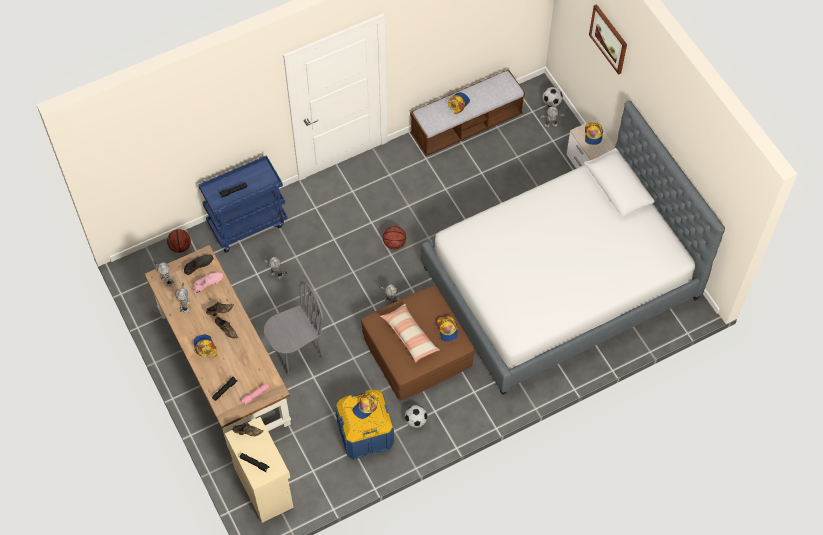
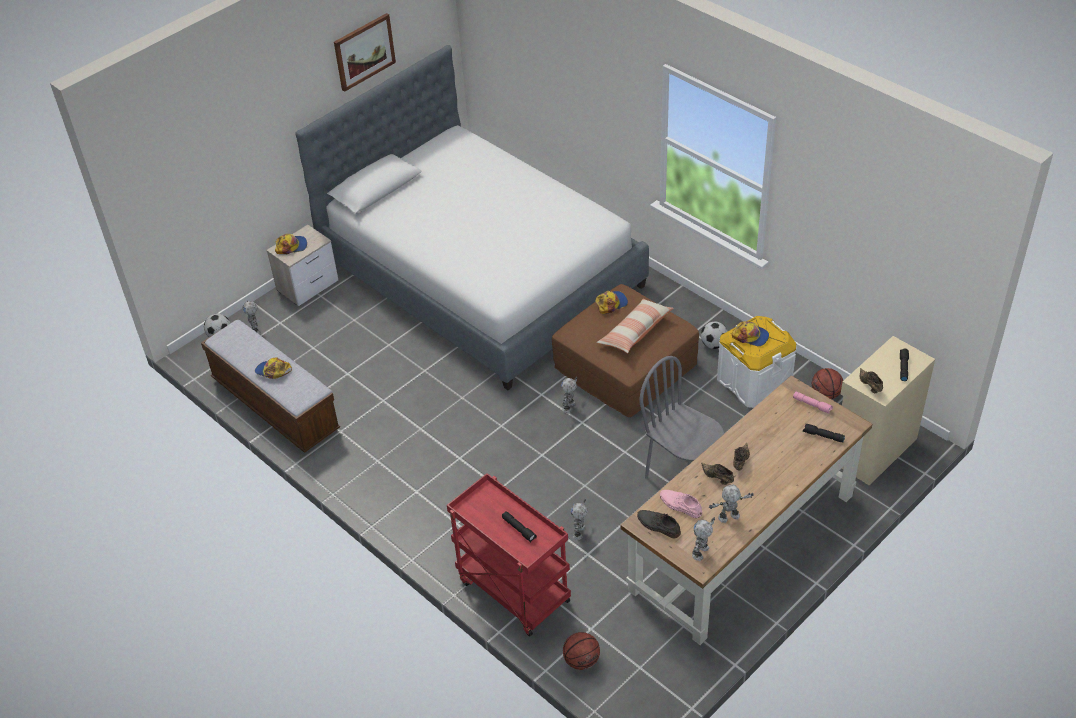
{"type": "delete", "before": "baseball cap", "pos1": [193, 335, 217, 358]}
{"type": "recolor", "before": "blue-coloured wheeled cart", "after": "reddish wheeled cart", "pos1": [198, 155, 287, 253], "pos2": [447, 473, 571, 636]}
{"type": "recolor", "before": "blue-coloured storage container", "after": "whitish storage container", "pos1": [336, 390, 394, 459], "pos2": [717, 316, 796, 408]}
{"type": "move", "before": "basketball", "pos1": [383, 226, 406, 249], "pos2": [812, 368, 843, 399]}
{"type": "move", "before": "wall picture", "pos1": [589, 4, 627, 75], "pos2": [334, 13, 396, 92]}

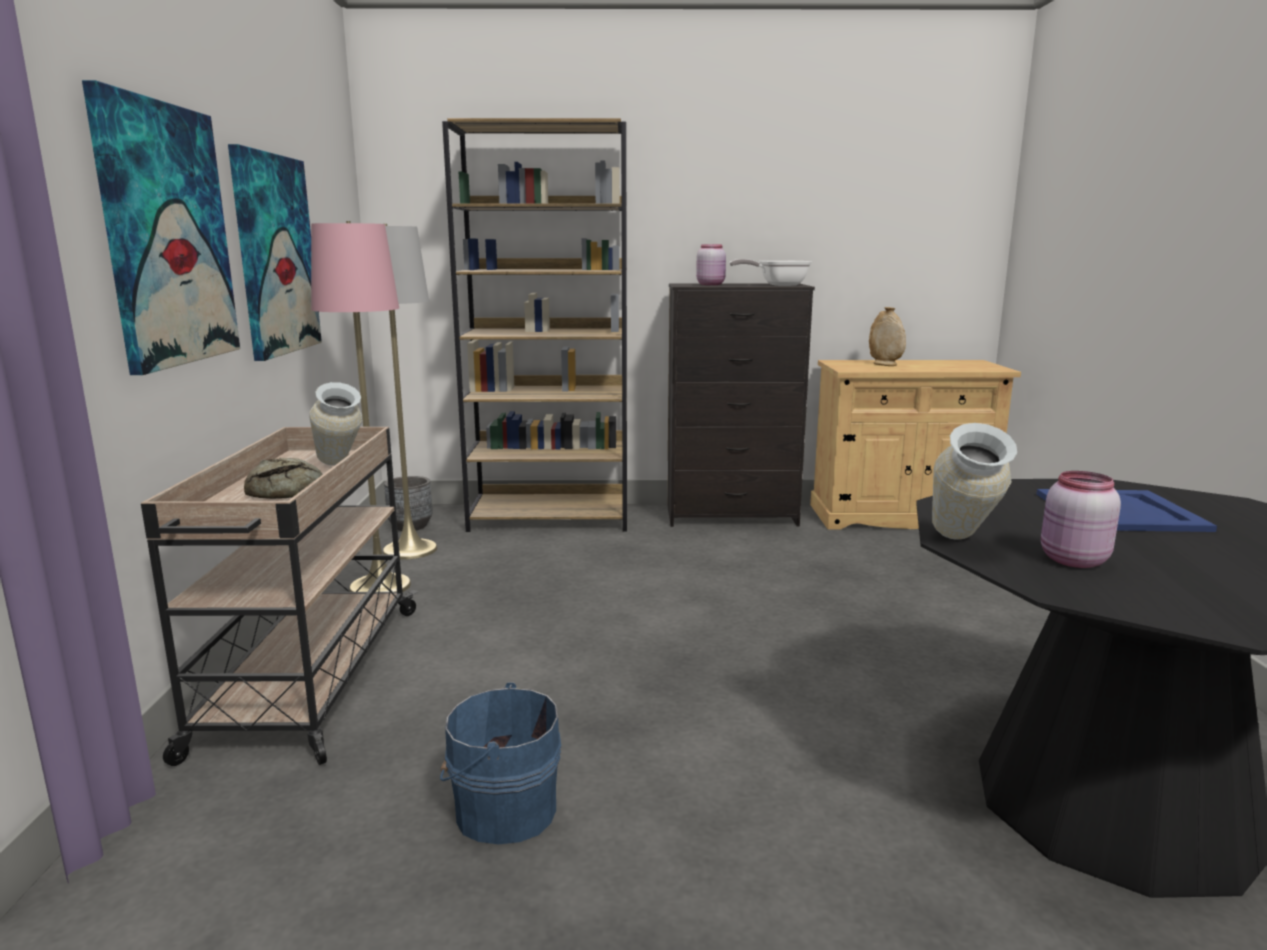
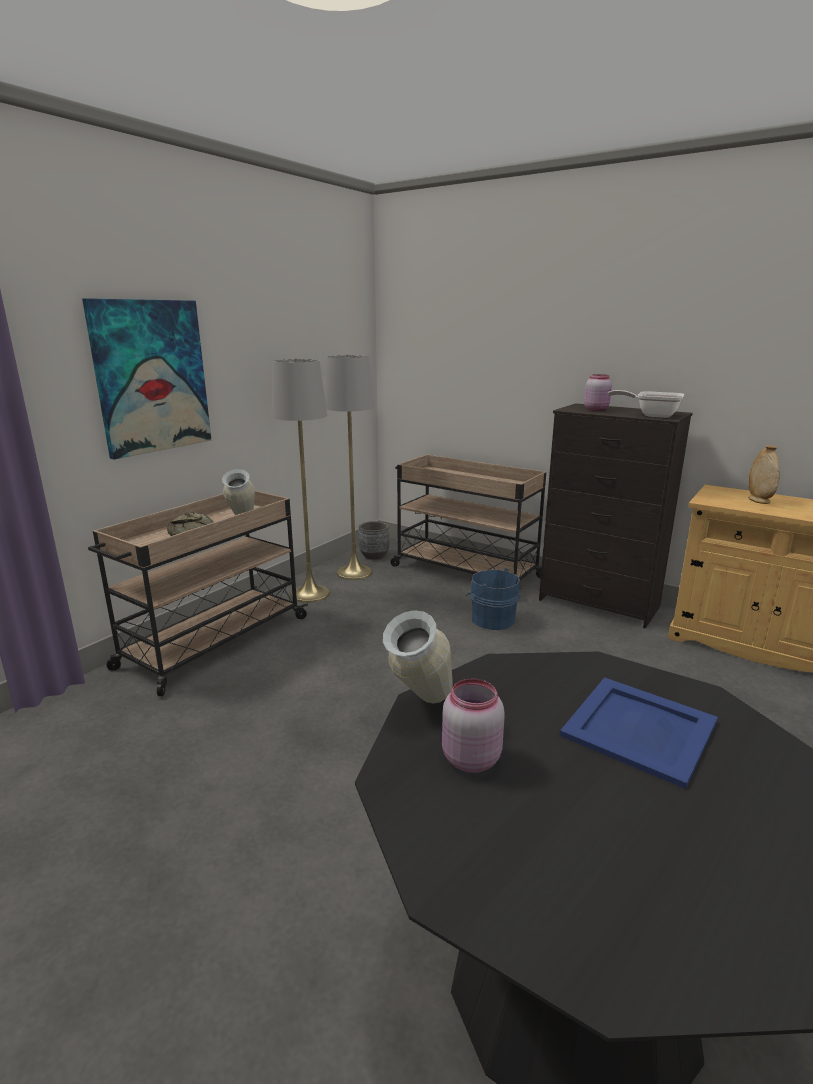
{"type": "delete", "before": "wall picture", "pos1": [228, 144, 322, 361]}
{"type": "recolor", "before": "pink standard lamp", "after": "greyish standard lamp", "pos1": [311, 221, 411, 592], "pos2": [272, 359, 330, 603]}
{"type": "move", "before": "blue-coloured bucket", "pos1": [440, 682, 561, 844], "pos2": [466, 568, 520, 630]}
{"type": "replace", "before": "brown-coloured shelving unit", "after": "beige-coloured wheeled cart", "pos1": [442, 118, 627, 532], "pos2": [390, 454, 546, 589]}

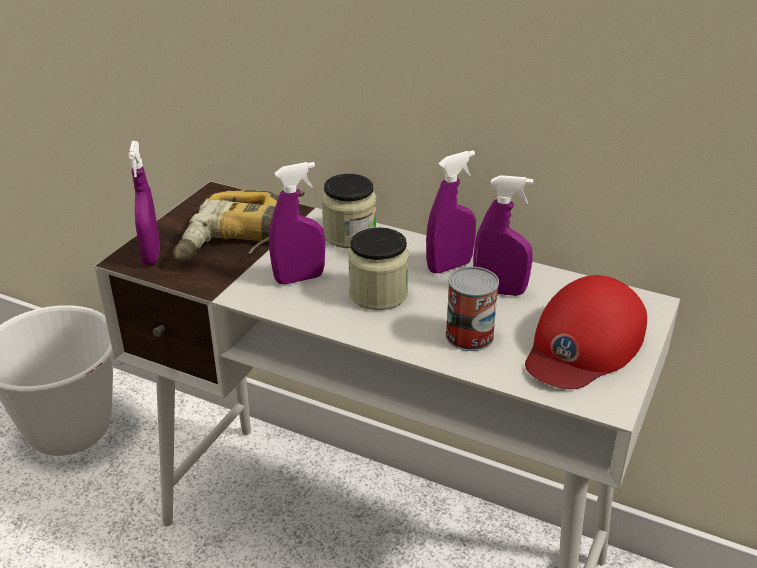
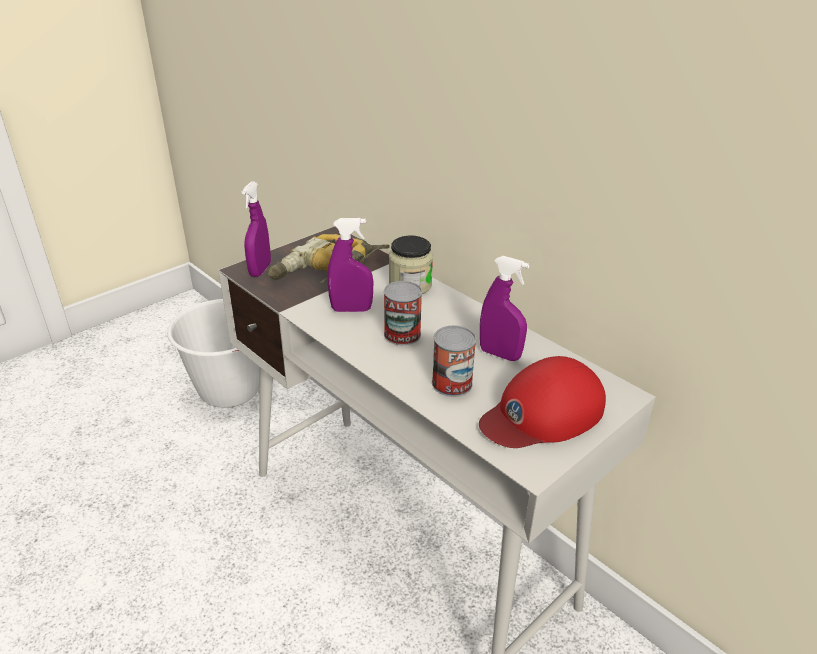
{"type": "replace", "before": "preserve jar", "after": "sealed can", "pos1": [348, 227, 409, 310], "pos2": [384, 281, 422, 345]}
{"type": "delete", "before": "purplish sprayer", "pos1": [426, 150, 476, 273]}

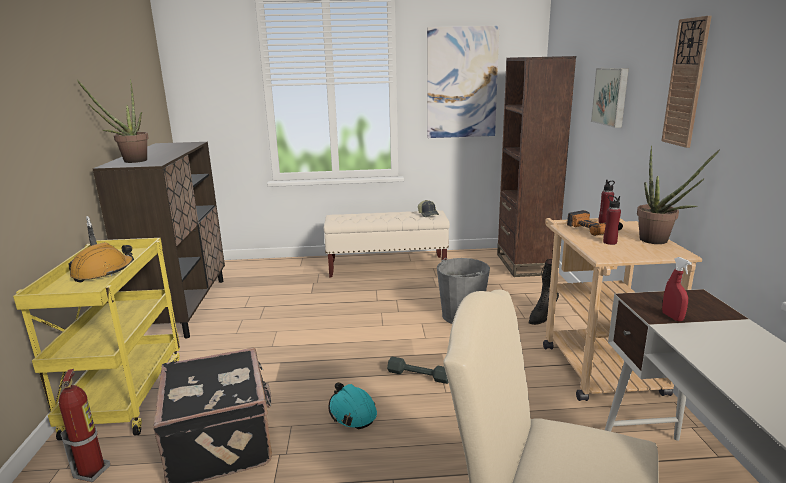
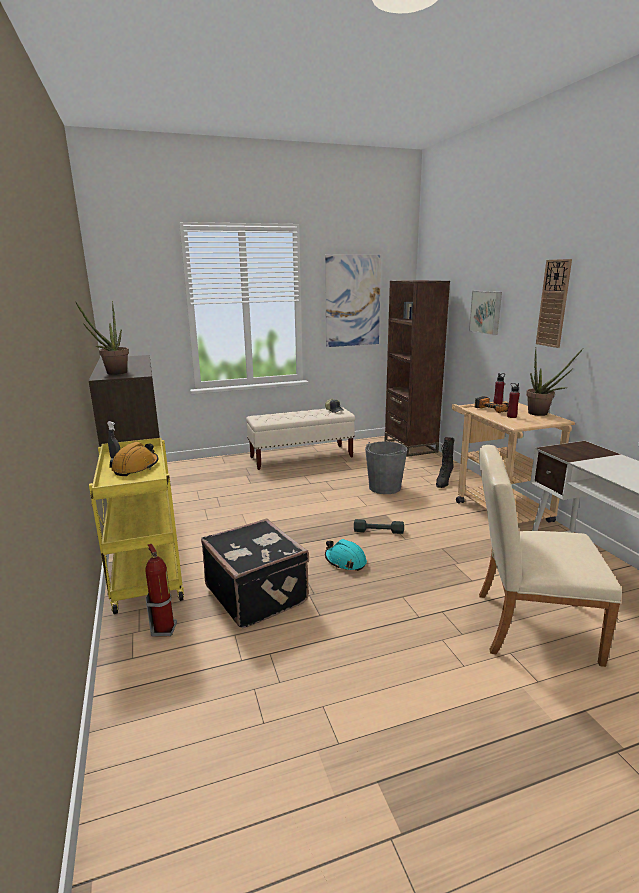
{"type": "delete", "before": "reddish sprayer", "pos1": [662, 257, 692, 321]}

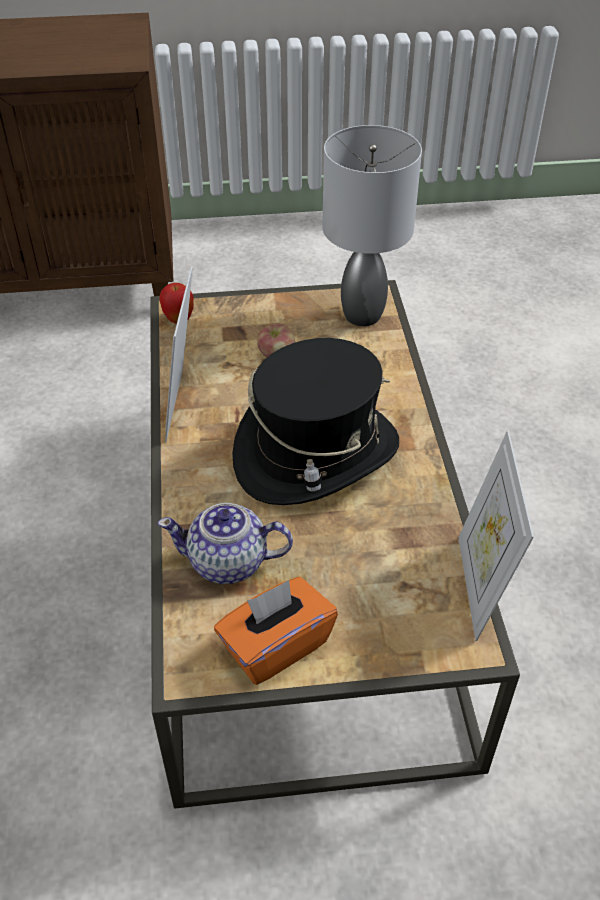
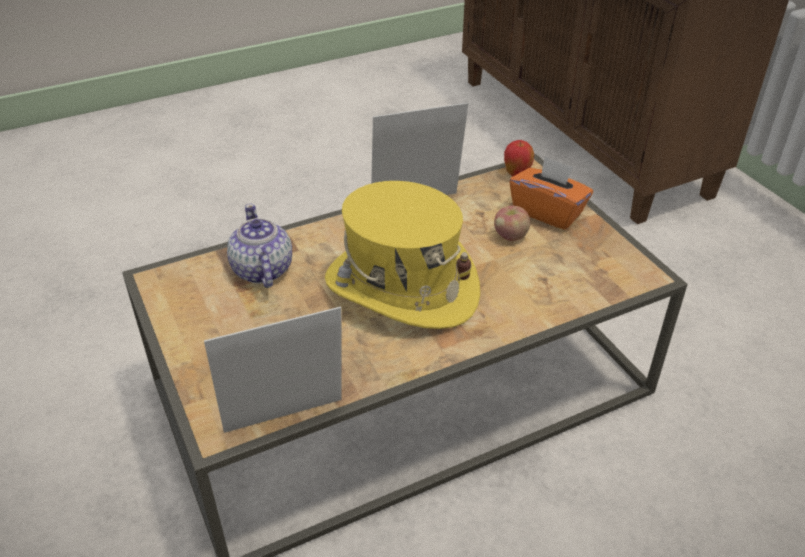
{"type": "move", "before": "orange-coloured tissue holder", "pos1": [214, 577, 338, 685], "pos2": [510, 156, 593, 230]}
{"type": "recolor", "before": "black-coloured wearable hat", "after": "yellow-coloured wearable hat", "pos1": [232, 338, 399, 505], "pos2": [325, 181, 480, 329]}
{"type": "delete", "before": "greyish tabletop lamp", "pos1": [322, 125, 422, 326]}

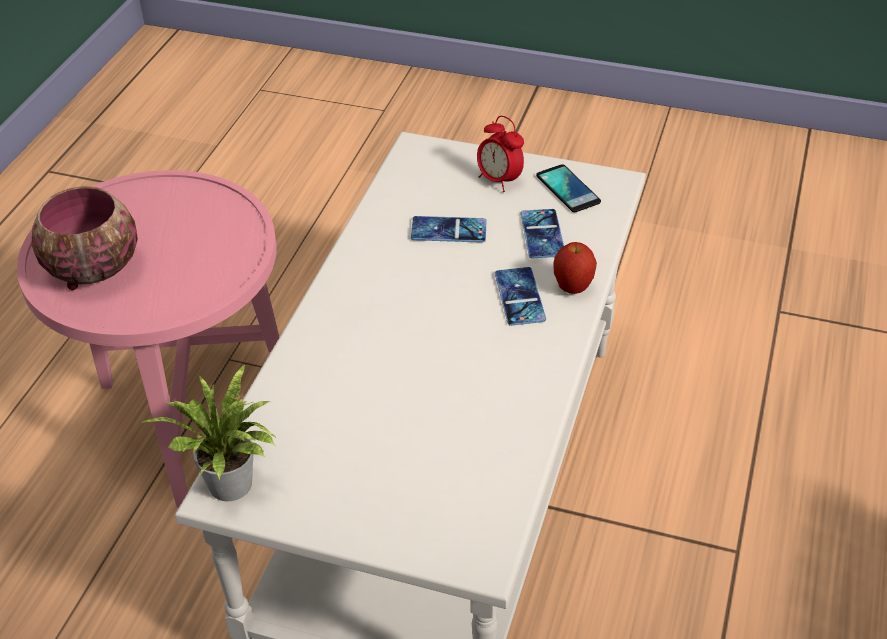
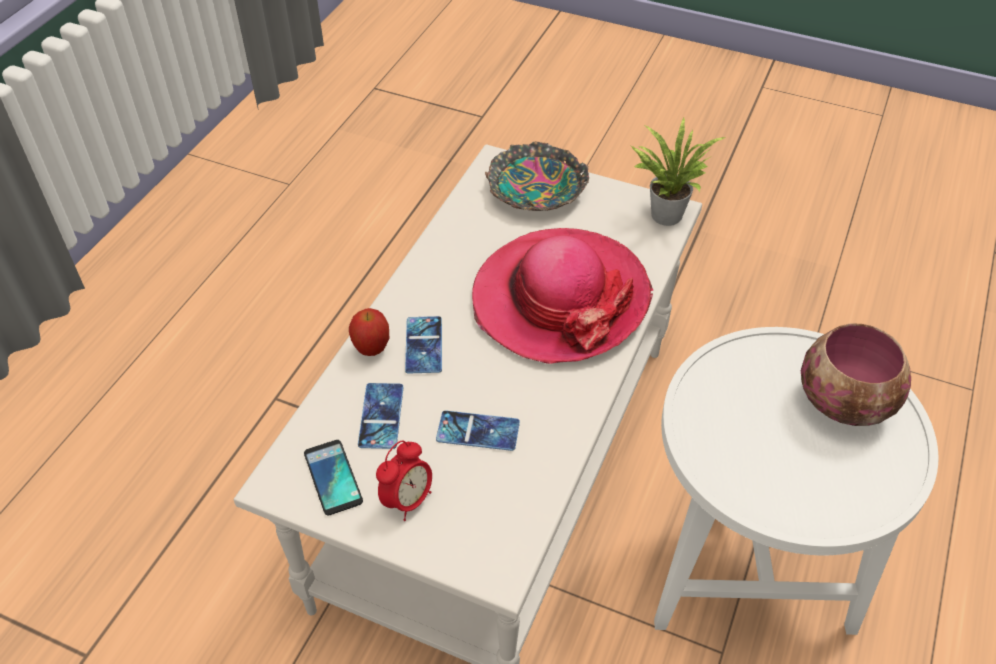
{"type": "recolor", "before": "pink side table", "after": "whitish side table", "pos1": [17, 170, 279, 508], "pos2": [654, 327, 938, 635]}
{"type": "rotate", "before": "alarm clock", "pos1": [477, 116, 524, 192], "pos2": [376, 441, 432, 521], "turn": 75}
{"type": "insert", "after": "wearable hat", "pos2": [472, 228, 653, 364]}
{"type": "insert", "after": "serving bowl", "pos2": [485, 141, 589, 211]}

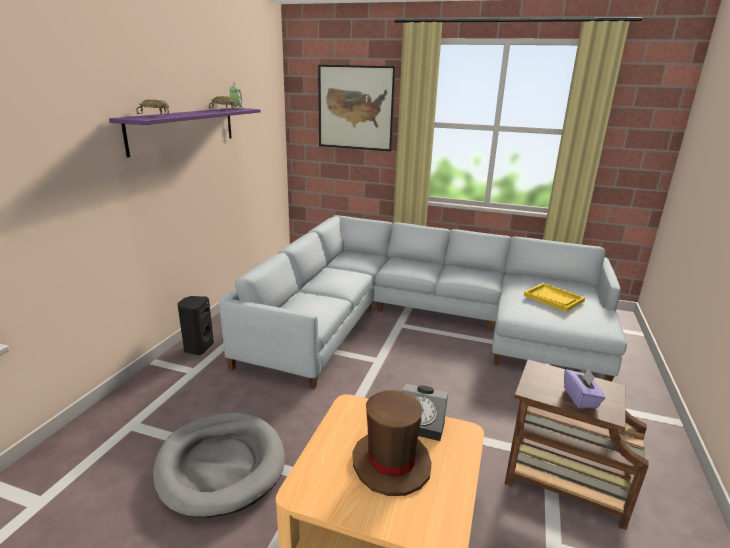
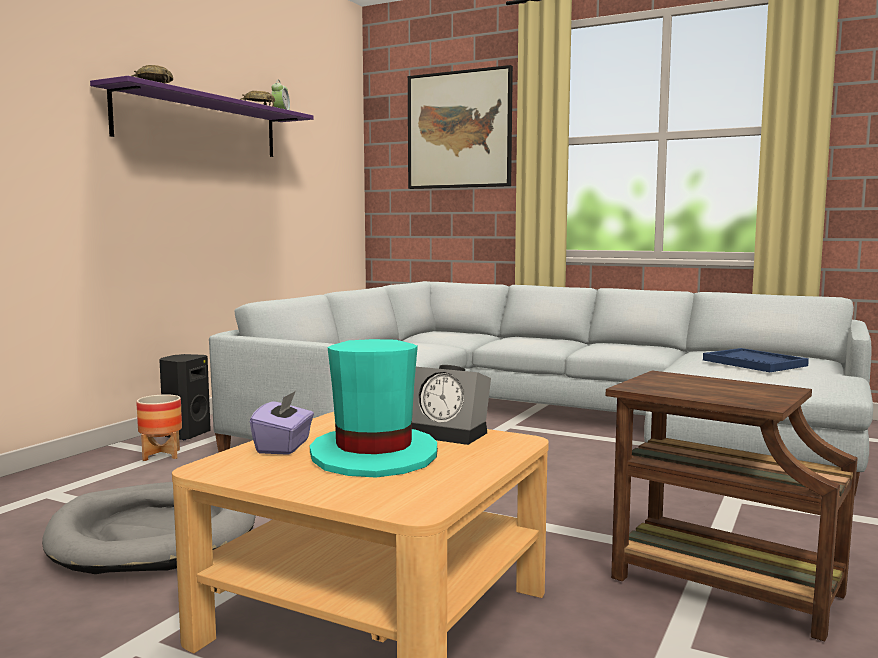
{"type": "recolor", "before": "brown-coloured wearable hat", "after": "turquoise wearable hat", "pos1": [353, 390, 432, 496], "pos2": [310, 339, 438, 478]}
{"type": "recolor", "before": "yellow-coloured carrying tray", "after": "blue-coloured carrying tray", "pos1": [524, 283, 585, 312], "pos2": [703, 348, 809, 372]}
{"type": "move", "before": "purplish tissue holder", "pos1": [564, 369, 605, 408], "pos2": [250, 391, 314, 455]}
{"type": "insert", "after": "flower pot", "pos2": [136, 394, 182, 461]}

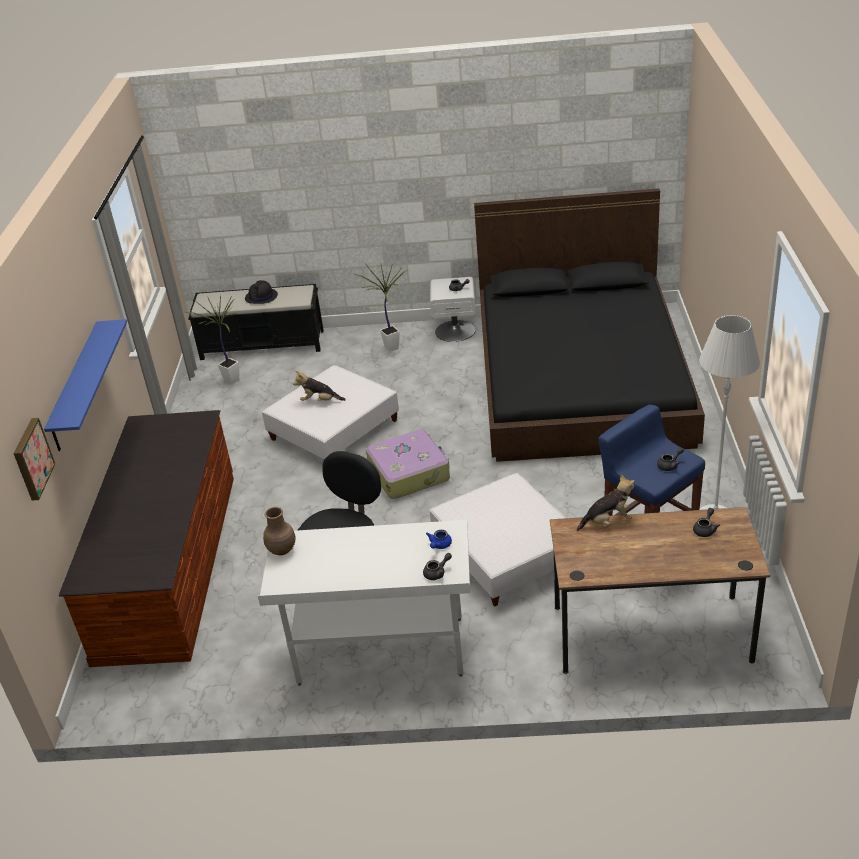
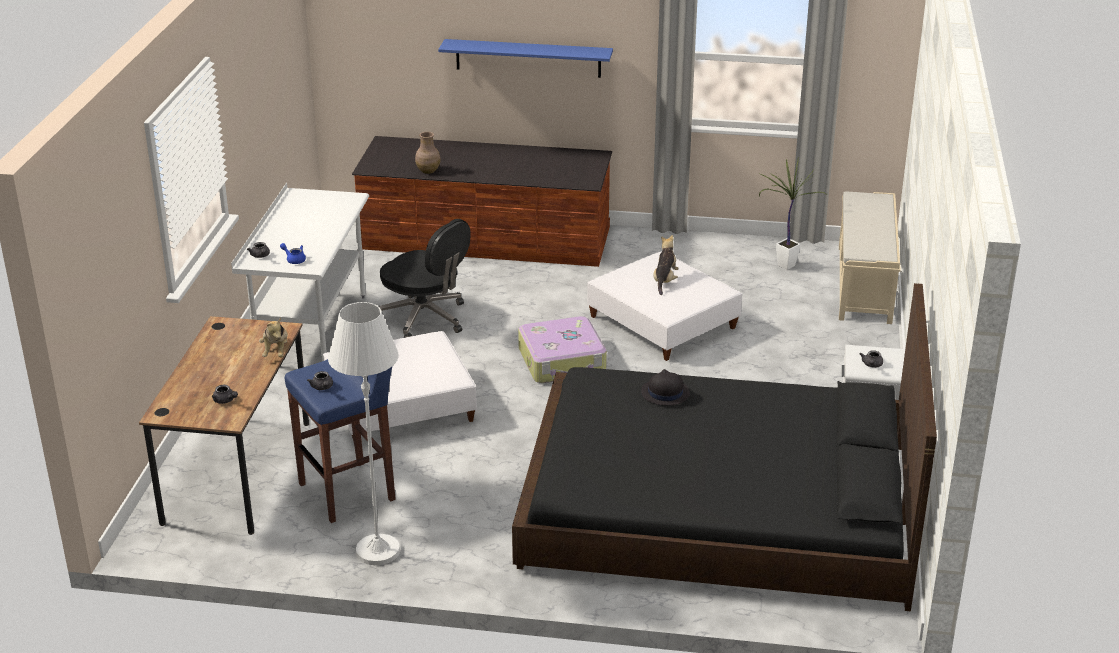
{"type": "delete", "before": "wall picture", "pos1": [14, 418, 55, 501]}
{"type": "recolor", "before": "black-coloured long seat", "after": "beige-coloured long seat", "pos1": [188, 284, 324, 360], "pos2": [839, 191, 901, 324]}
{"type": "move", "before": "black-coloured wearable hat", "pos1": [245, 280, 278, 304], "pos2": [641, 369, 690, 406]}
{"type": "move", "before": "brown-coloured vase", "pos1": [263, 507, 296, 555], "pos2": [415, 132, 441, 174]}
{"type": "delete", "before": "houseplant", "pos1": [353, 263, 408, 352]}

